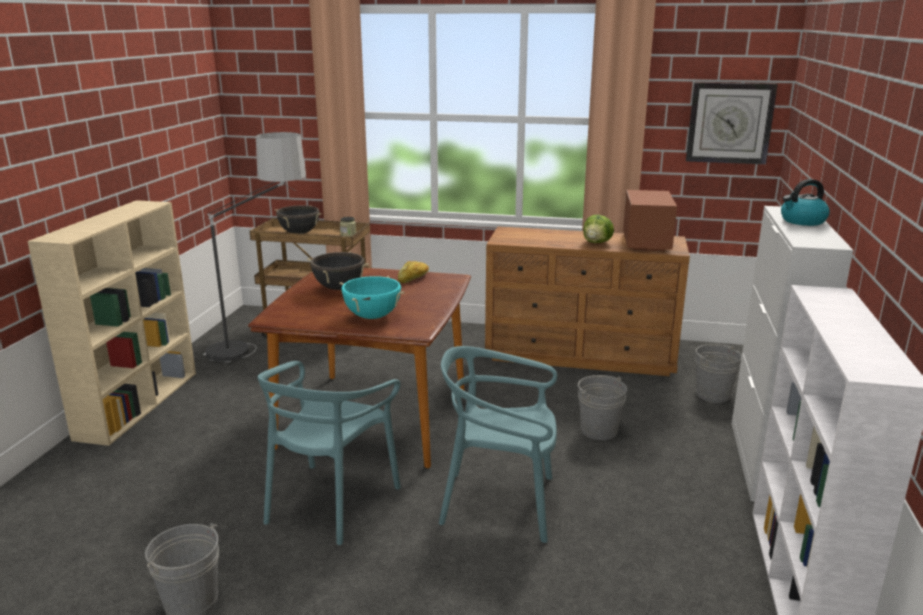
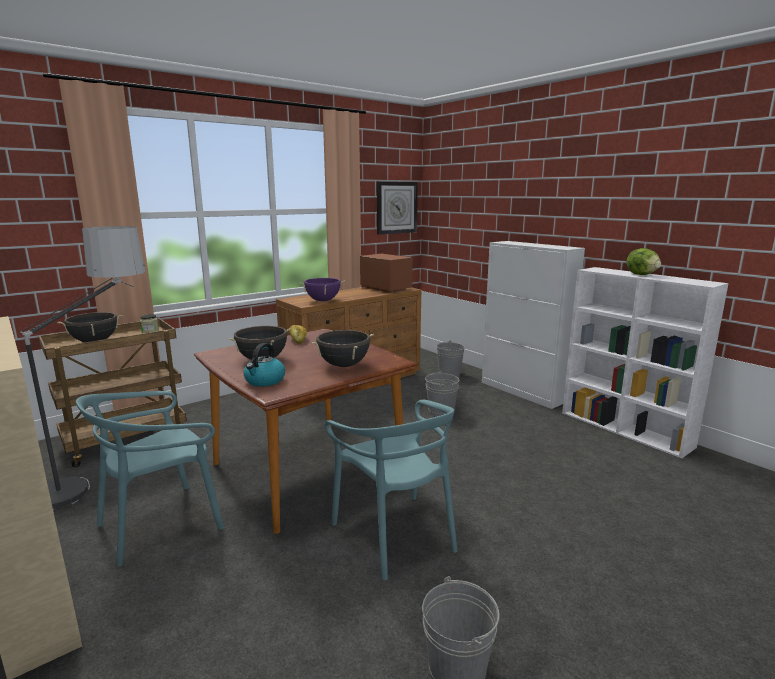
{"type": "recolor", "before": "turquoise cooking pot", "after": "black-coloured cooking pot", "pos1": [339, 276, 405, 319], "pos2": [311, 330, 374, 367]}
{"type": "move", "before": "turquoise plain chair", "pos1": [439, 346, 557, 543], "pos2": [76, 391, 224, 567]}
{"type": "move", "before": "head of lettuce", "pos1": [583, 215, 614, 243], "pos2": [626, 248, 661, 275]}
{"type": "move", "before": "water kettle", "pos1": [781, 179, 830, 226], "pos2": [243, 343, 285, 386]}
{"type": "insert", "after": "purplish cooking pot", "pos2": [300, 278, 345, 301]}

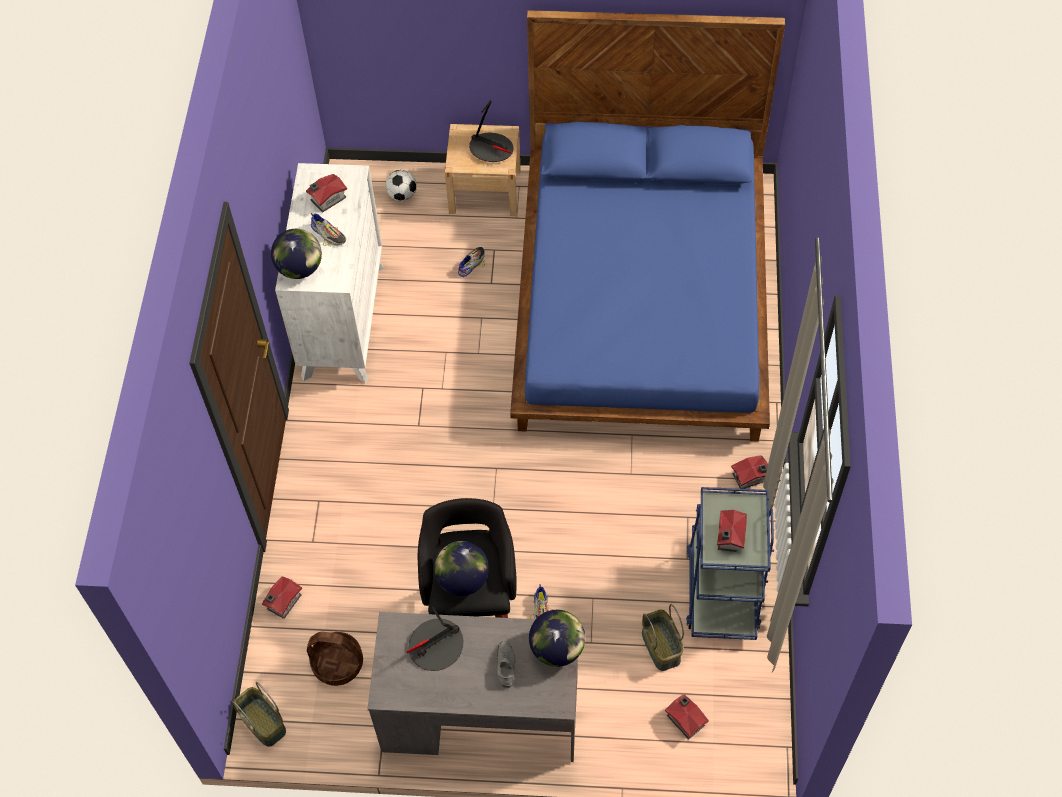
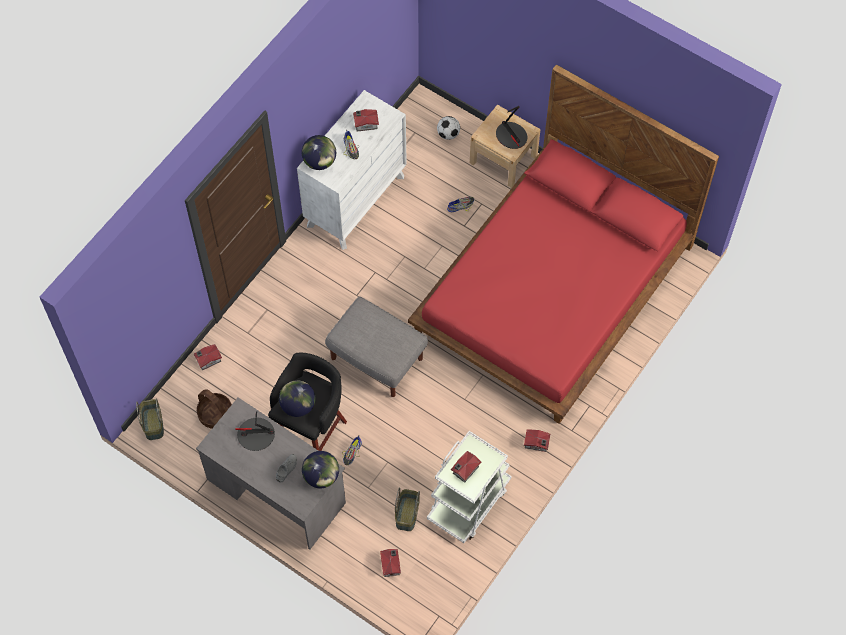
{"type": "recolor", "before": "blue-coloured sleeping bed", "after": "reddish sleeping bed", "pos1": [510, 10, 785, 441], "pos2": [408, 64, 719, 424]}
{"type": "recolor", "before": "blue-coloured wheeled cart", "after": "whitish wheeled cart", "pos1": [686, 487, 774, 640], "pos2": [427, 431, 511, 543]}
{"type": "insert", "after": "greyish footrest", "pos2": [325, 296, 428, 397]}

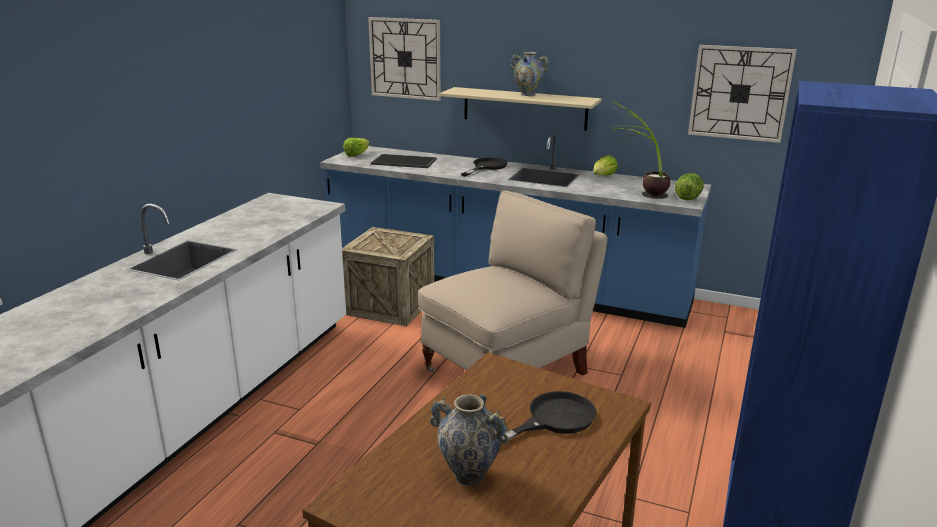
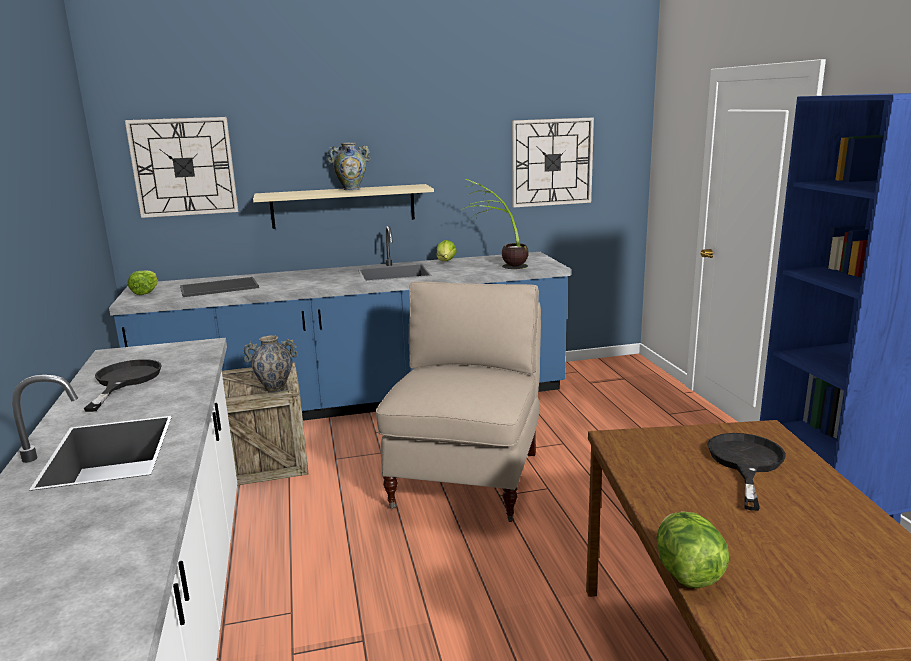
{"type": "move", "before": "vase", "pos1": [430, 395, 509, 485], "pos2": [243, 335, 298, 393]}
{"type": "move", "before": "black-coloured frying pan", "pos1": [461, 157, 508, 176], "pos2": [84, 359, 162, 412]}
{"type": "move", "before": "head of lettuce", "pos1": [675, 173, 704, 200], "pos2": [656, 511, 729, 588]}

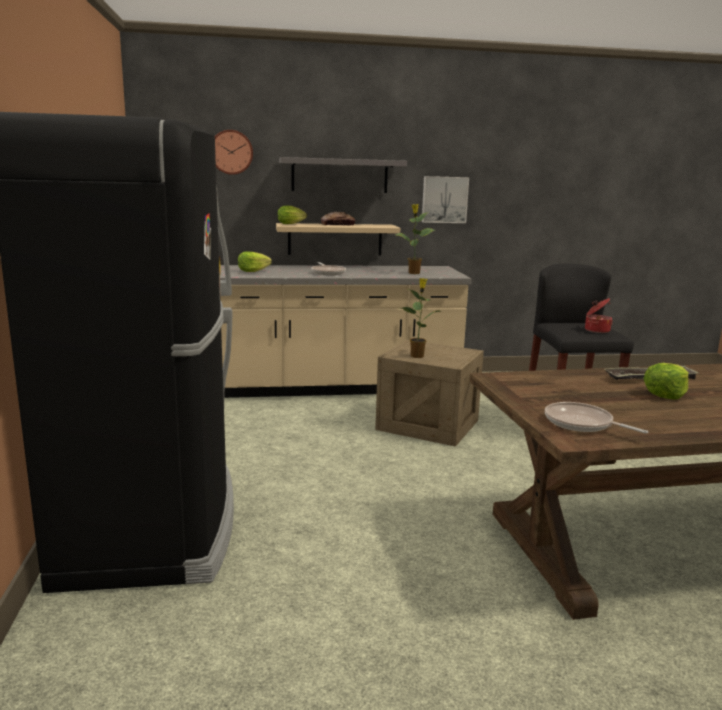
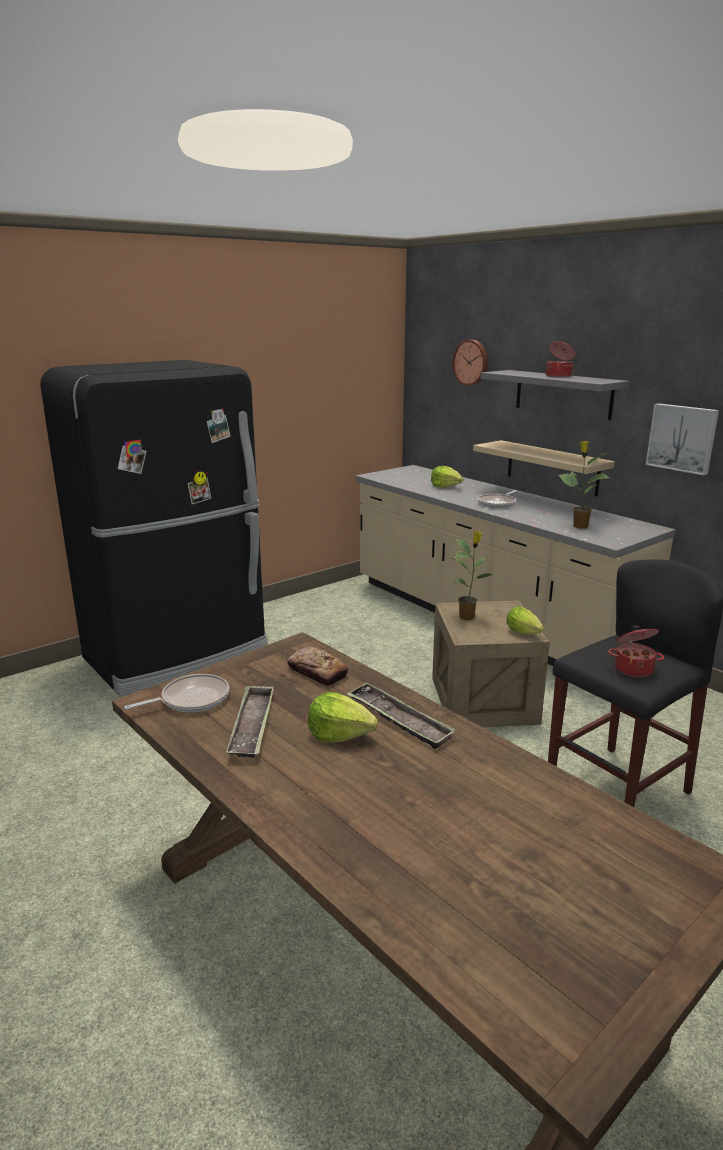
{"type": "move", "before": "head of lettuce", "pos1": [278, 206, 307, 224], "pos2": [506, 607, 544, 635]}
{"type": "move", "before": "baked bread", "pos1": [321, 212, 355, 226], "pos2": [287, 647, 348, 686]}
{"type": "rotate", "before": "frying pan", "pos1": [545, 402, 648, 434], "pos2": [124, 674, 229, 712], "turn": 45}
{"type": "insert", "after": "carrying tray", "pos2": [226, 685, 274, 758]}
{"type": "insert", "after": "cooking pot", "pos2": [546, 341, 576, 378]}

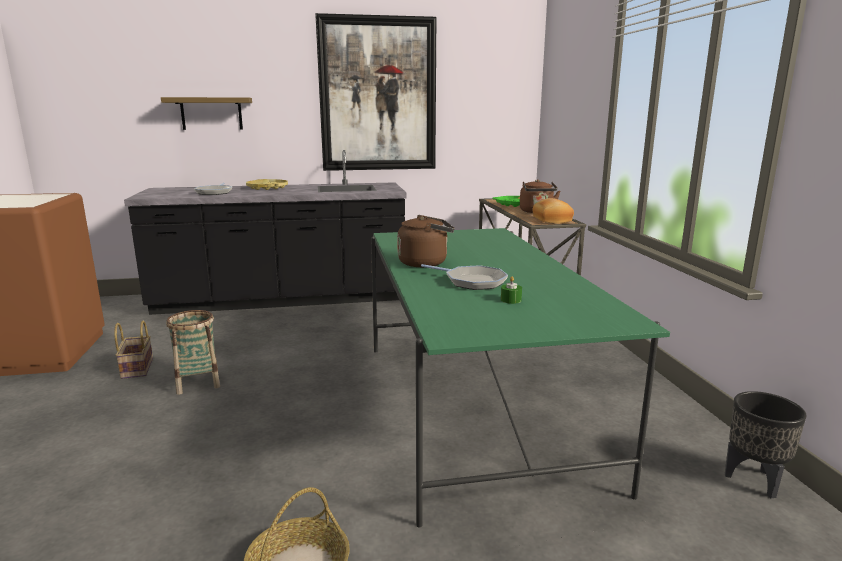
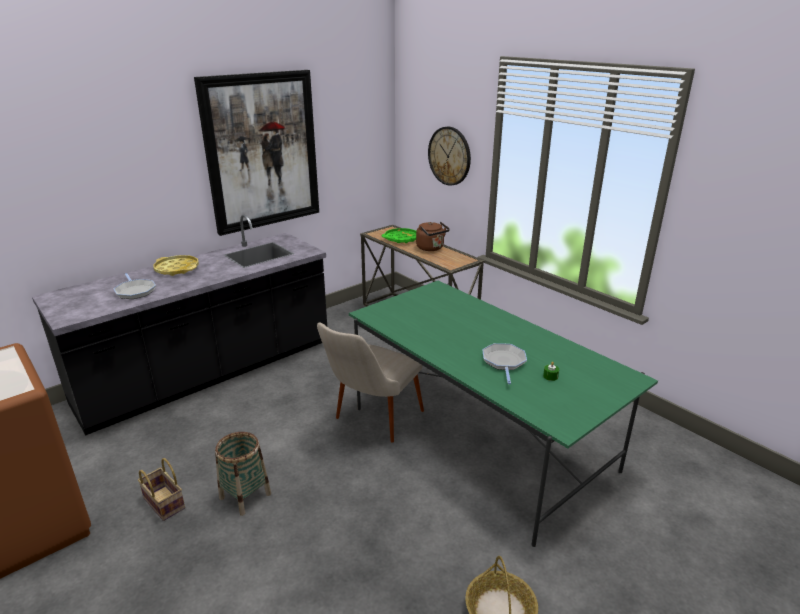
{"type": "delete", "before": "wall shelf", "pos1": [161, 97, 252, 130]}
{"type": "delete", "before": "brown-coloured water kettle", "pos1": [397, 215, 455, 267]}
{"type": "rotate", "before": "frying pan", "pos1": [421, 264, 508, 290], "pos2": [483, 343, 527, 384], "turn": -90}
{"type": "delete", "before": "baked bread", "pos1": [533, 198, 574, 224]}
{"type": "delete", "before": "black-coloured flower pot", "pos1": [725, 391, 807, 498]}
{"type": "insert", "after": "beige-coloured plain chair", "pos2": [317, 323, 424, 443]}
{"type": "insert", "after": "hanging clock", "pos2": [428, 126, 471, 186]}

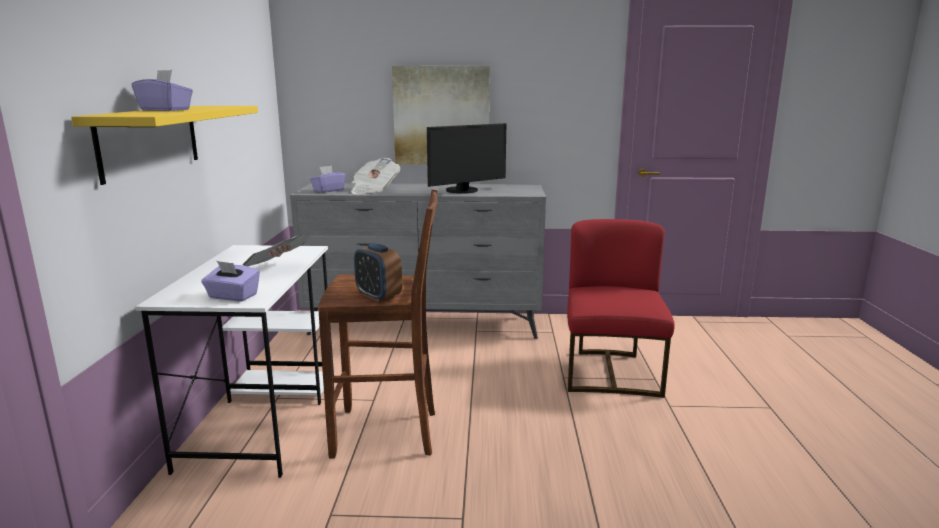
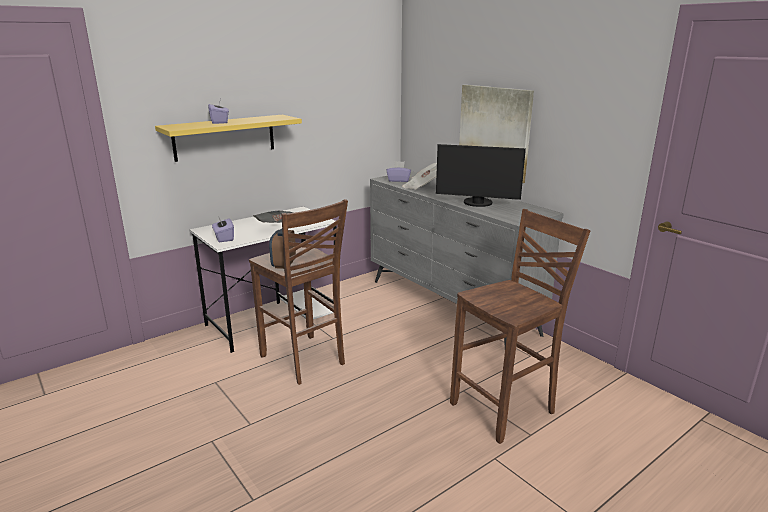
{"type": "replace", "before": "reddish plain chair", "after": "brown-coloured stool", "pos1": [567, 219, 675, 398], "pos2": [450, 209, 591, 444]}

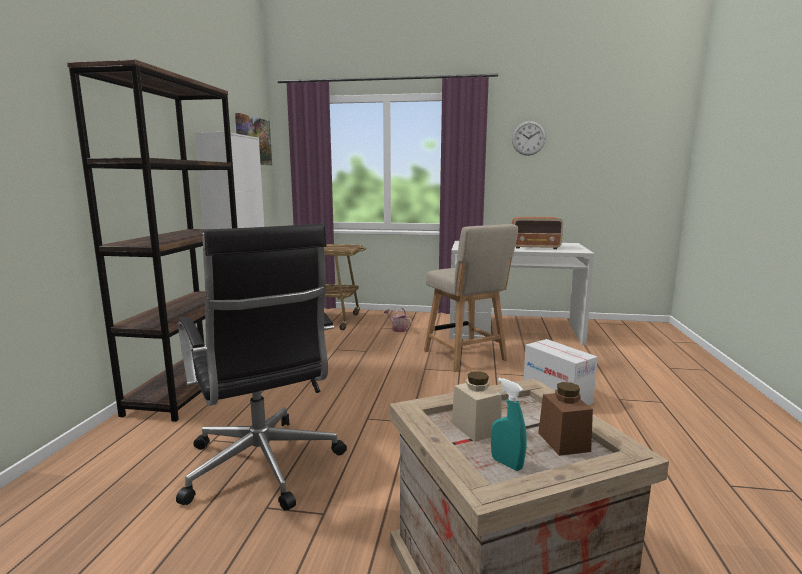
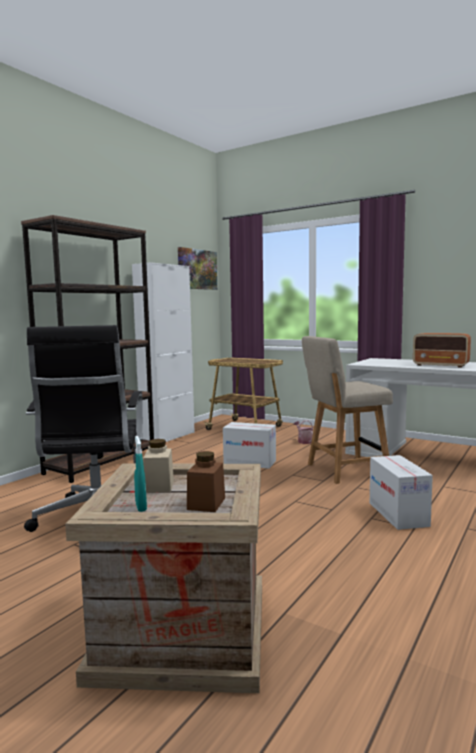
{"type": "rotate", "before": "beige-coloured plain chair", "pos1": [424, 224, 518, 371], "pos2": [302, 336, 393, 484], "turn": 75}
{"type": "delete", "before": "hanging clock", "pos1": [512, 121, 546, 156]}
{"type": "insert", "after": "carton", "pos2": [223, 422, 276, 469]}

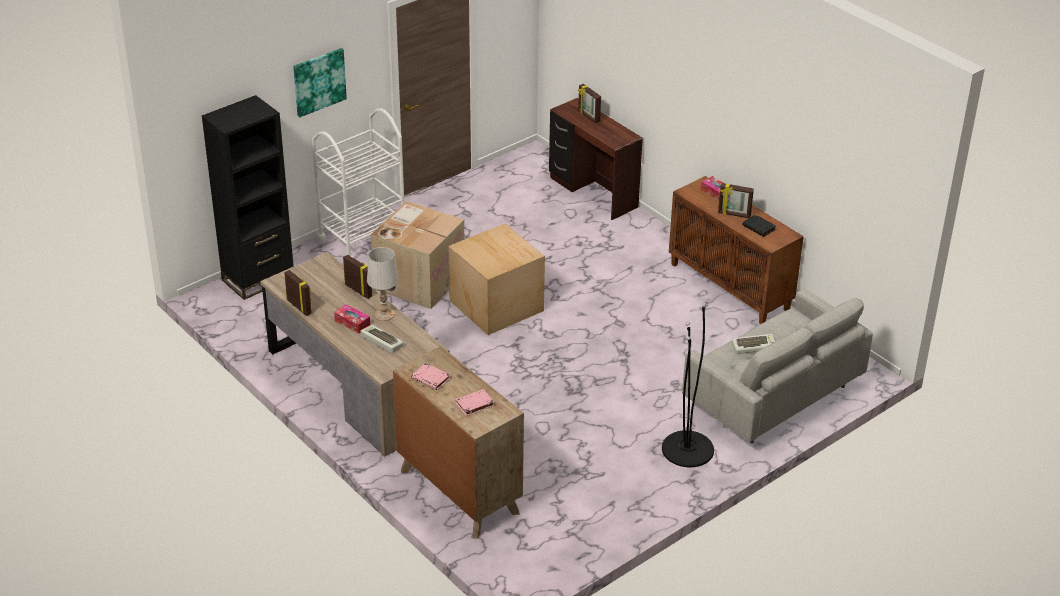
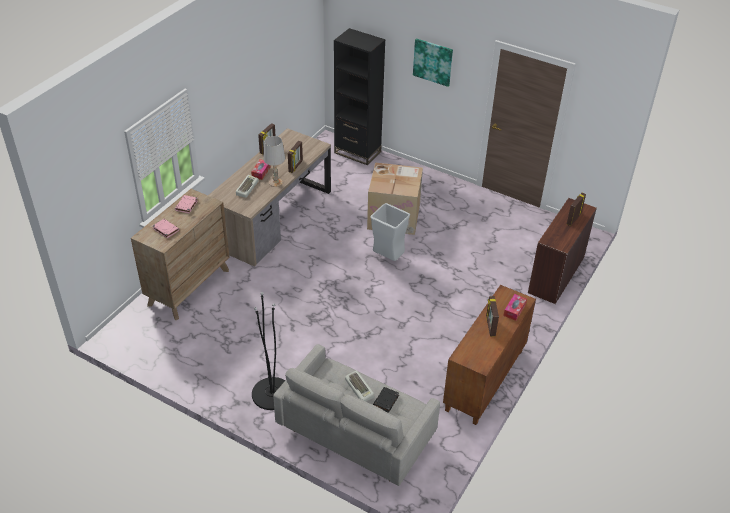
{"type": "delete", "before": "whitish wheeled cart", "pos1": [312, 109, 404, 258]}
{"type": "replace", "before": "carton", "after": "greyish rubbish bin", "pos1": [448, 224, 545, 335], "pos2": [371, 203, 410, 261]}
{"type": "move", "before": "black-coloured bound book", "pos1": [743, 214, 776, 237], "pos2": [373, 387, 399, 413]}

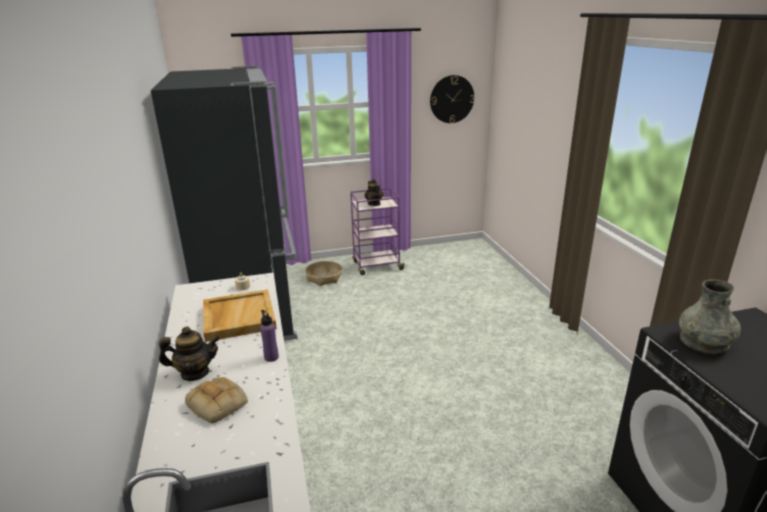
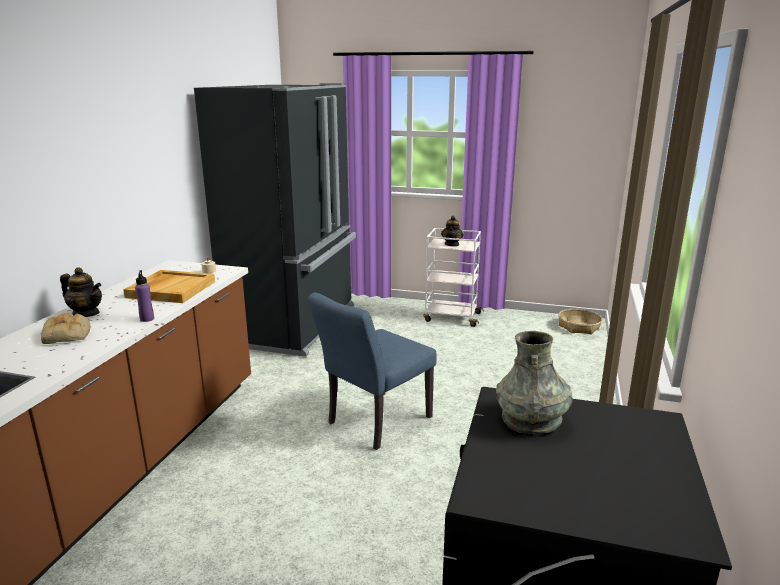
{"type": "move", "before": "storage basket", "pos1": [305, 261, 342, 286], "pos2": [558, 309, 602, 335]}
{"type": "recolor", "before": "purplish wheeled cart", "after": "whitish wheeled cart", "pos1": [350, 188, 406, 275], "pos2": [423, 228, 484, 327]}
{"type": "delete", "before": "hanging clock", "pos1": [430, 75, 475, 123]}
{"type": "insert", "after": "blue-coloured plain chair", "pos2": [308, 293, 437, 450]}

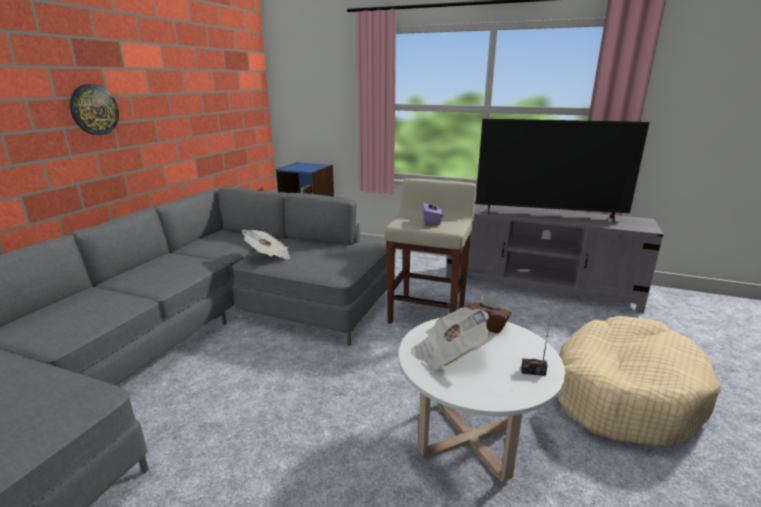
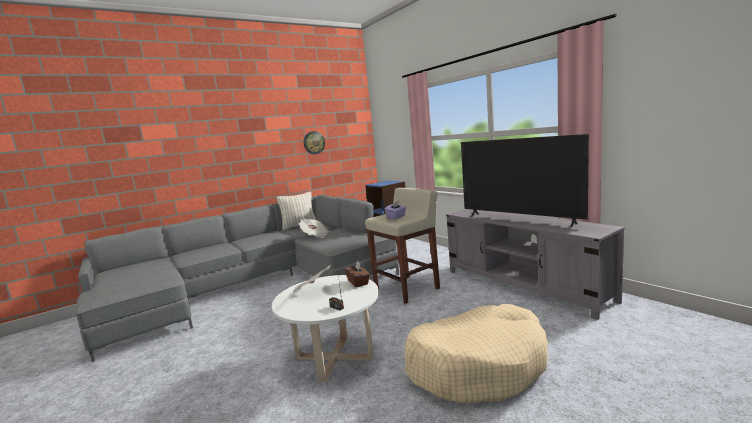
{"type": "move", "before": "hanging clock", "pos1": [70, 84, 119, 135], "pos2": [304, 131, 325, 154]}
{"type": "insert", "after": "cushion", "pos2": [276, 191, 317, 230]}

